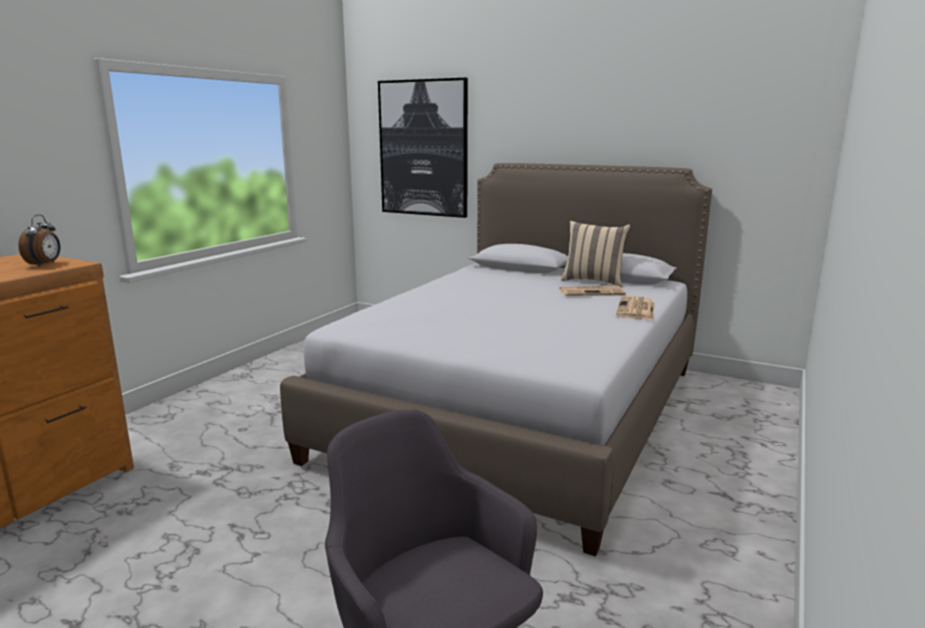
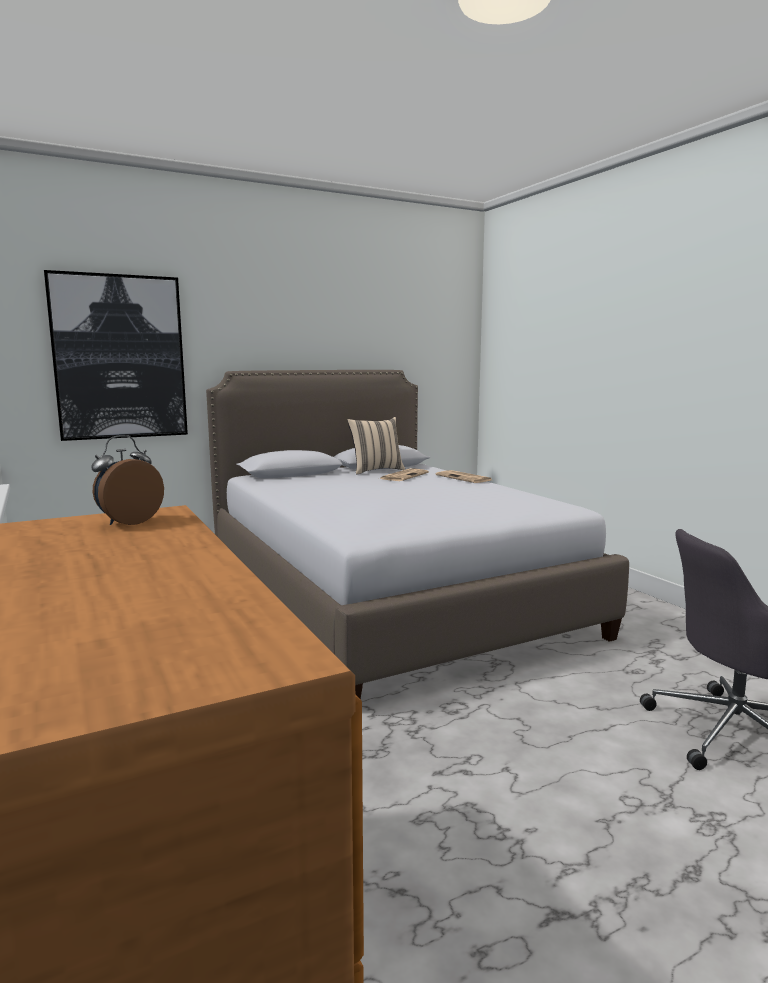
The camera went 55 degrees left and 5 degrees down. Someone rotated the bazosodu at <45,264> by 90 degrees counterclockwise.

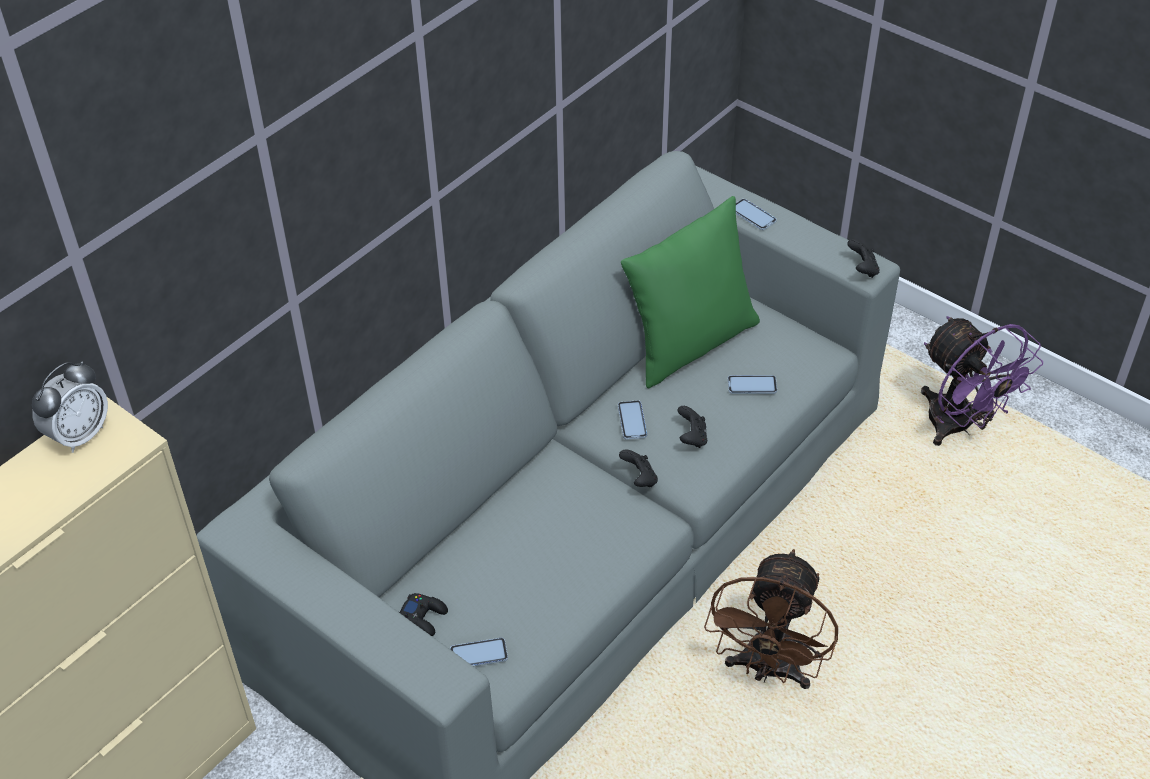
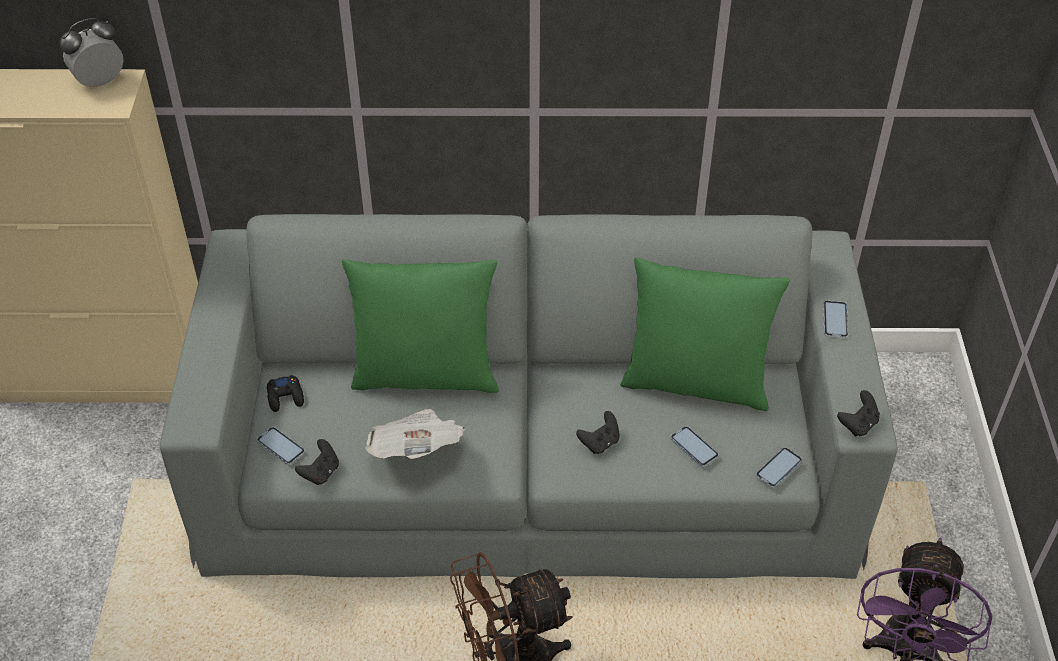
The camera went 50 degrees right and 0 degrees up. Someone rotated the bazosodu at <79,435> by 150 degrees clockwise. Someone carried the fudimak from <632,421> to <778,468>. Someone carried the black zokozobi from <639,479> to <320,472>. Someone put down the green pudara at <426,375>. Someone put down the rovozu at <416,451>.

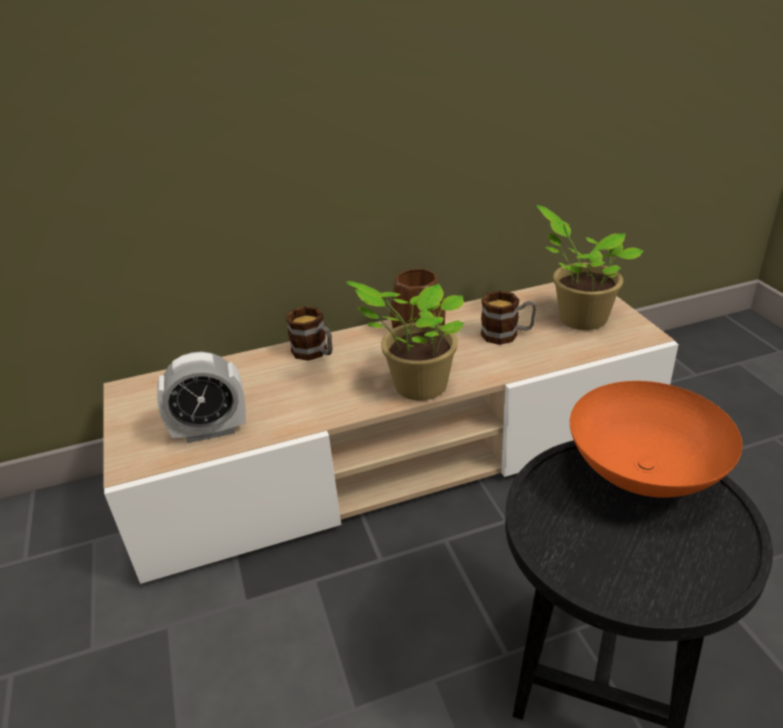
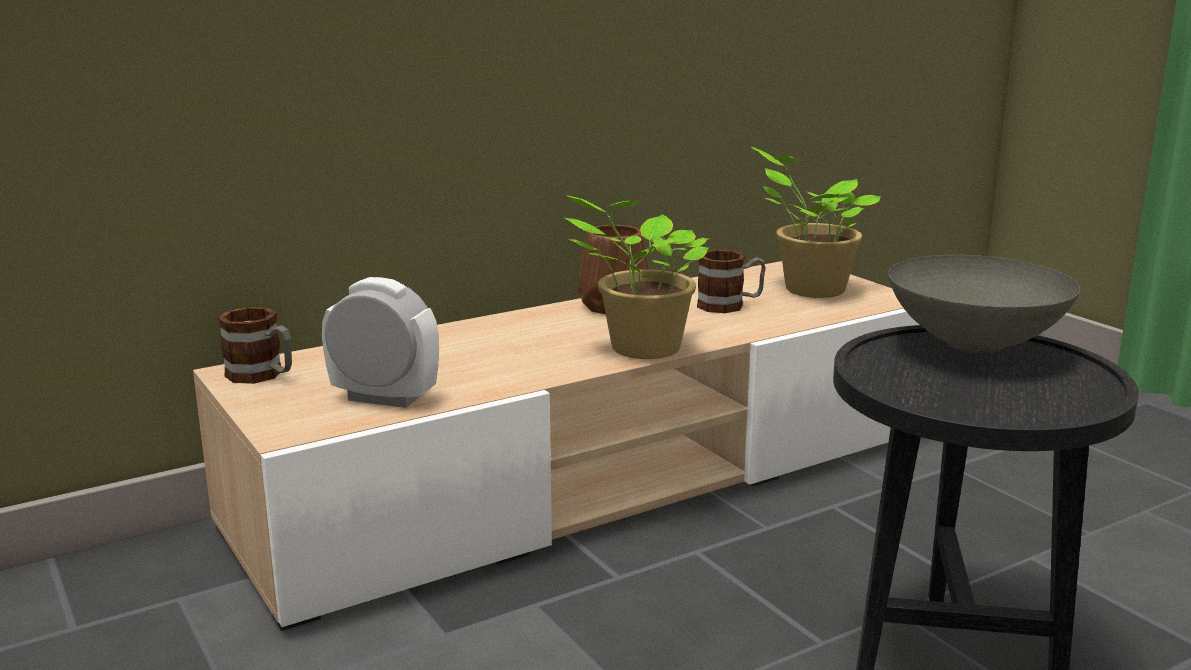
The camera went 15 degrees left and 15 degrees down. Someone rotated the bazosodu at <210,430> by 135 degrees counterclockwise. Someone carried the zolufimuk from <315,353> to <262,376>. Someone repainted the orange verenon at <642,474>, which became the grey verenon at <972,344>.

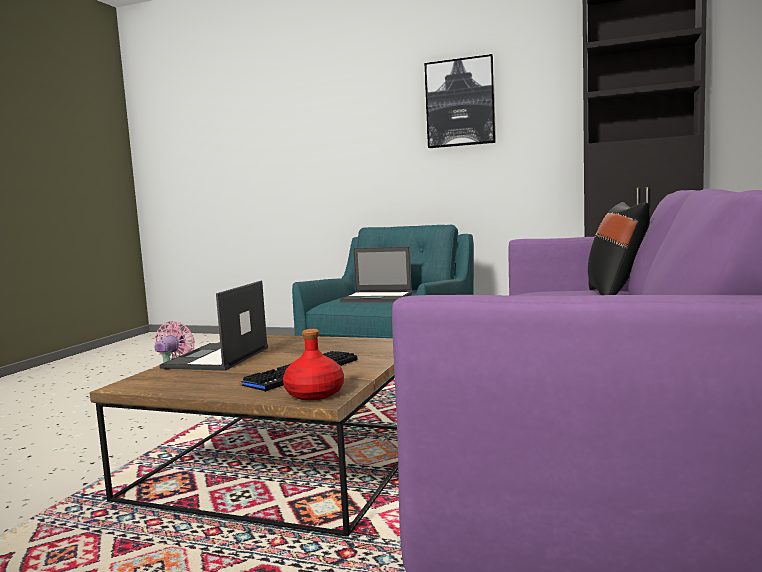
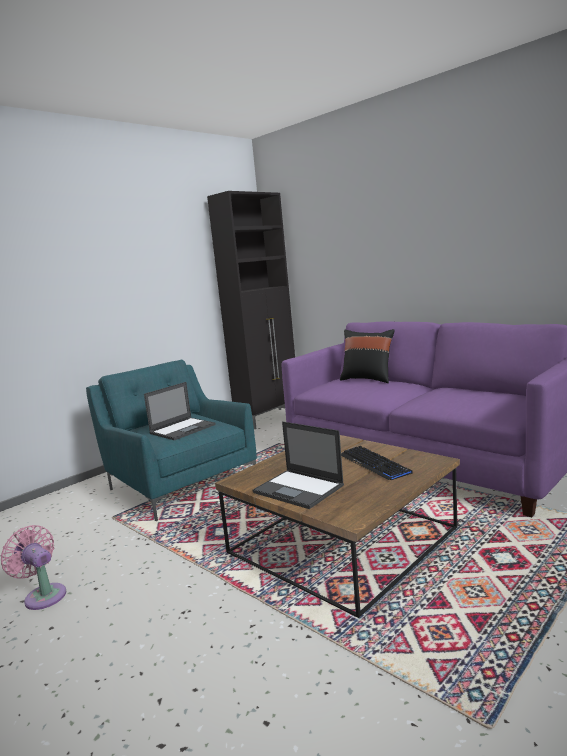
The camera went 65 degrees left and 5 degrees up. Someone took away the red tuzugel at <315,393>. Someone took away the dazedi at <460,103>.

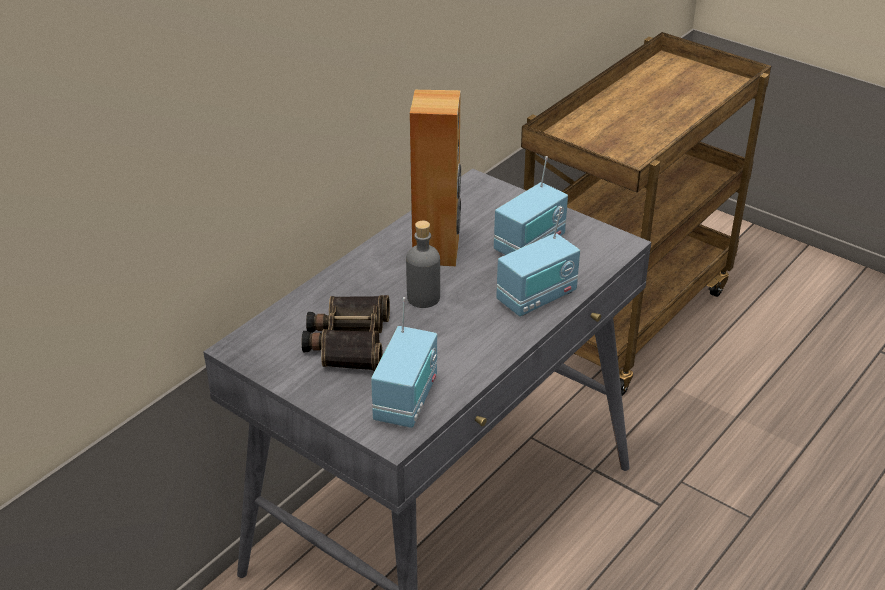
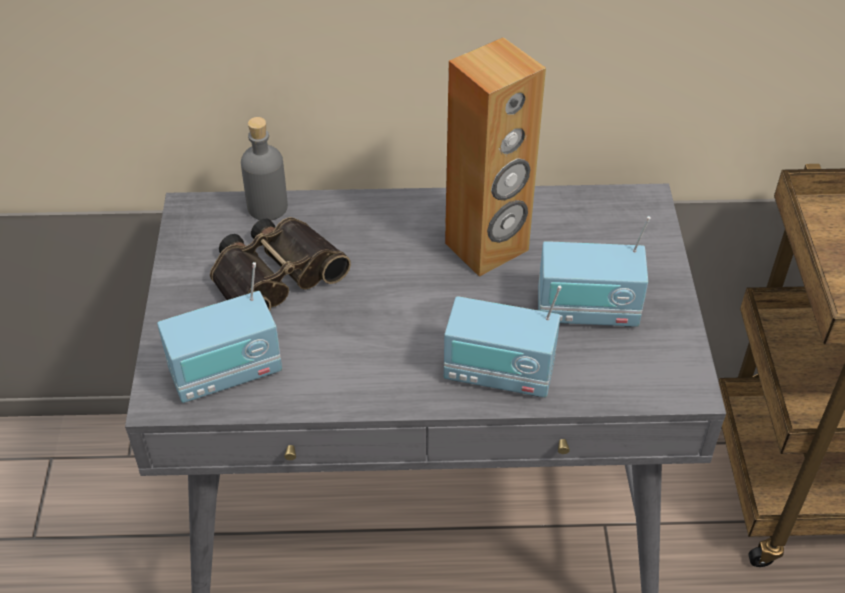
The camera went 50 degrees right and 10 degrees up. Someone carried the grey tuzugel from <423,298> to <267,207>.

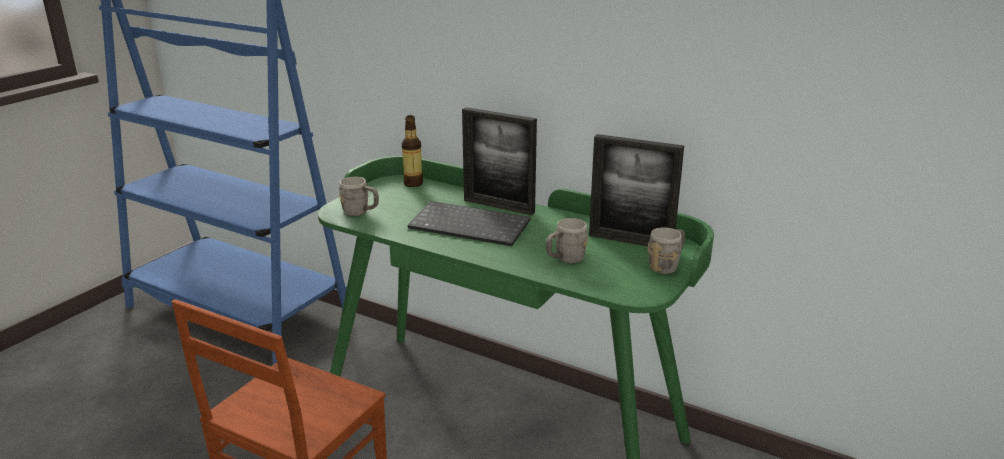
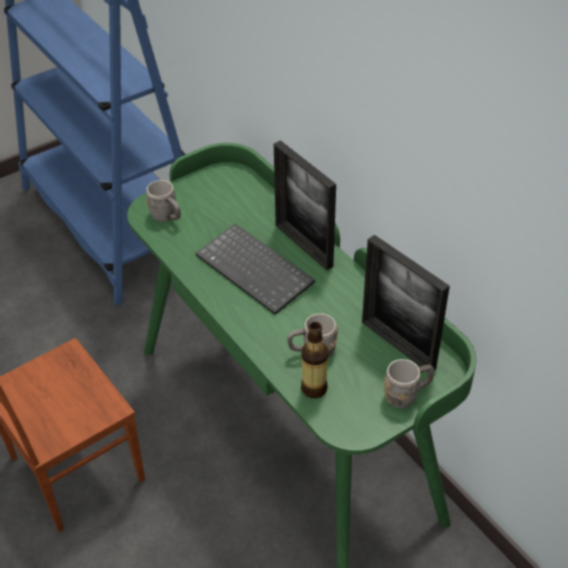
The camera went 25 degrees right and 20 degrees up. Someone carried the tuzugel from <413,183> to <314,388>.

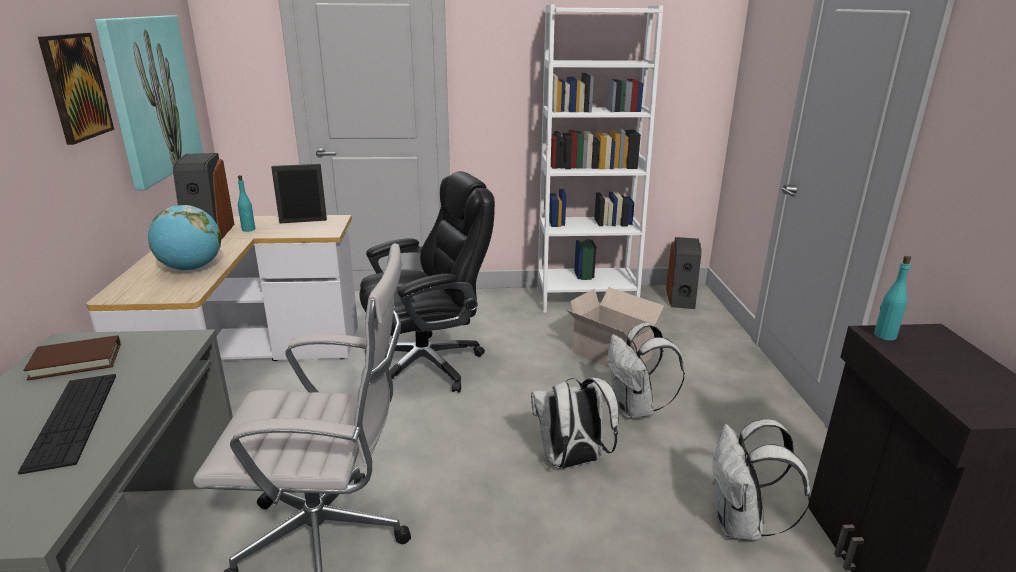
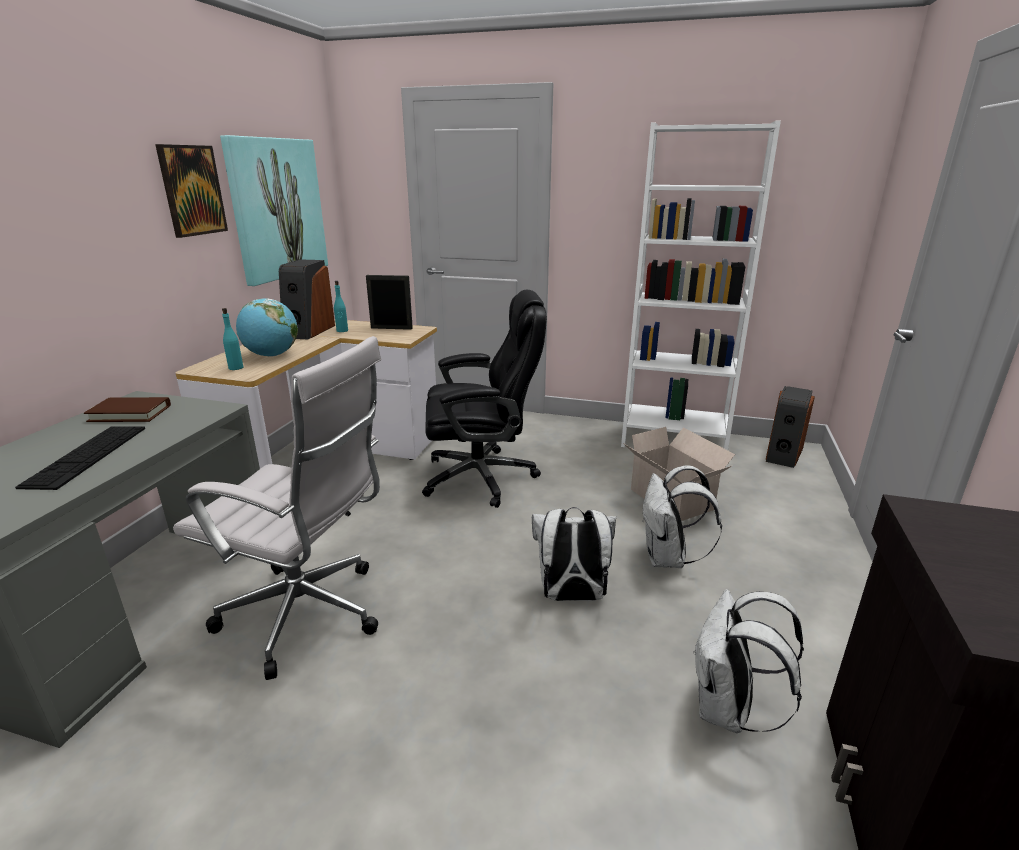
The camera went 20 degrees right and 0 degrees up. Someone carried the turquoise tuzugel from <884,336> to <236,368>.

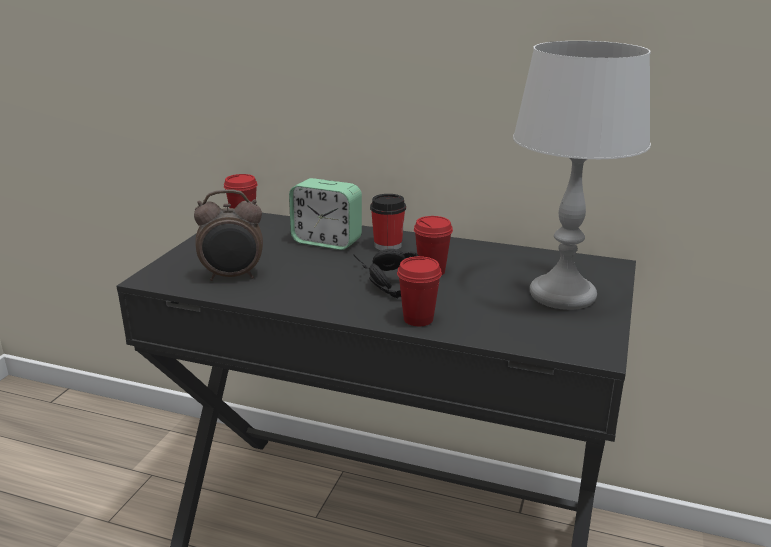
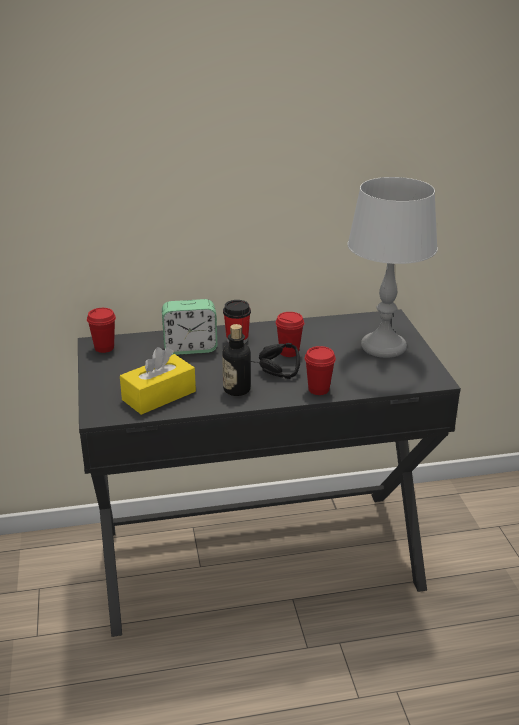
The camera went 30 degrees left and 5 degrees up. Someone swapped the bazosodu at <233,277> for the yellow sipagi at <159,395>. Someone put down the tuzugel at <237,389>.

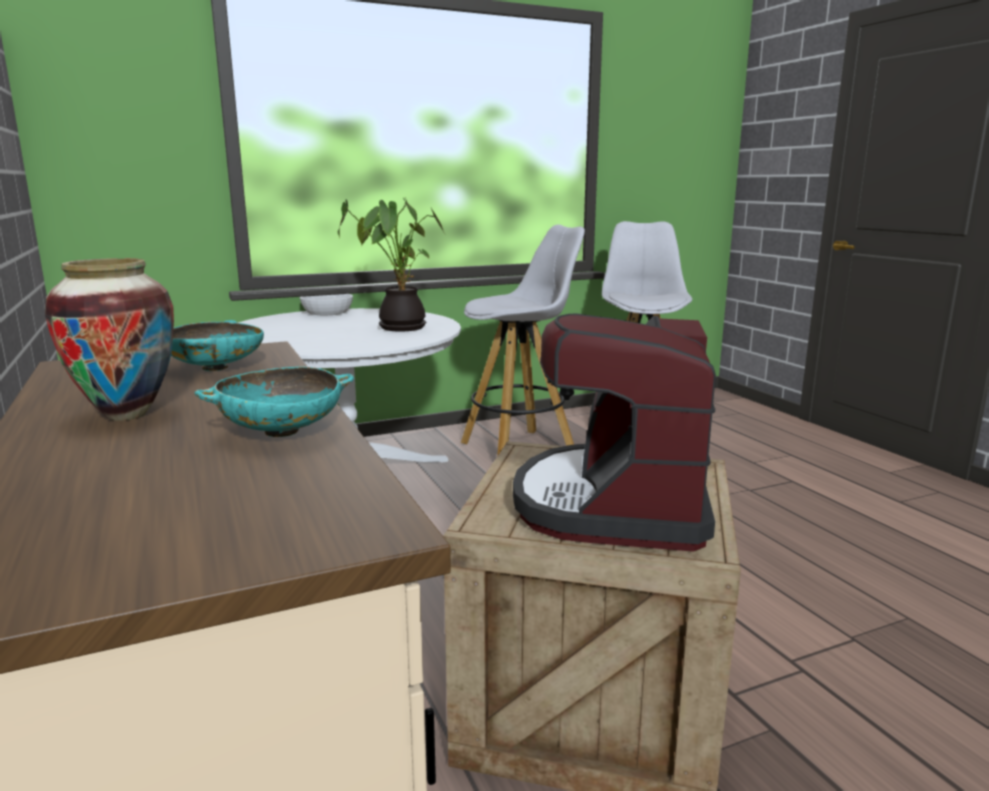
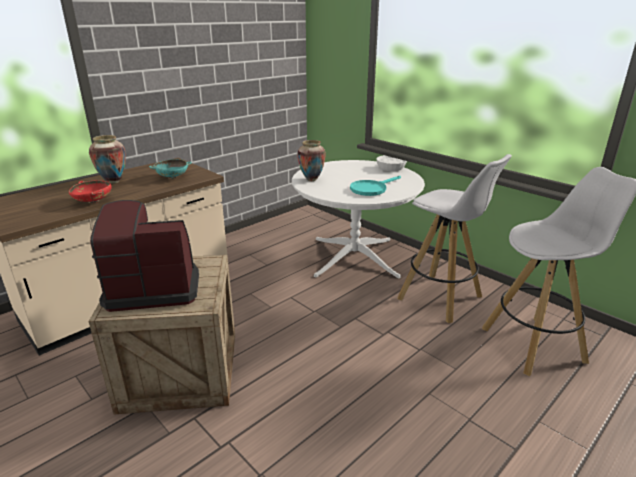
The camera went 70 degrees right and 10 degrees up. Someone repainted the turquoise verenon at <282,432>, which became the red verenon at <93,201>. Someone swapped the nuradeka at <398,327> for the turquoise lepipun at <371,189>. Someone put down the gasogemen at <311,180>.

